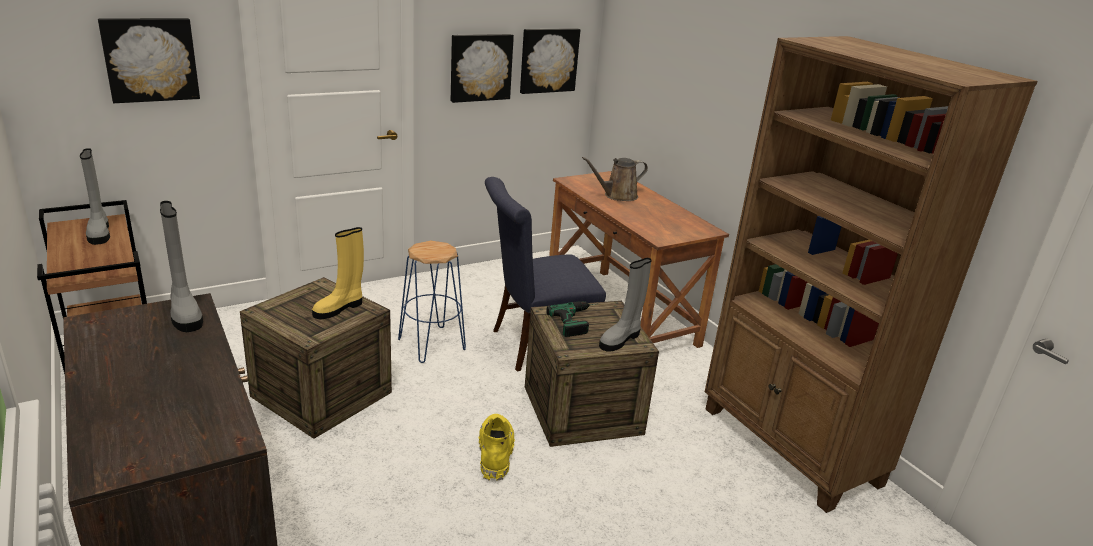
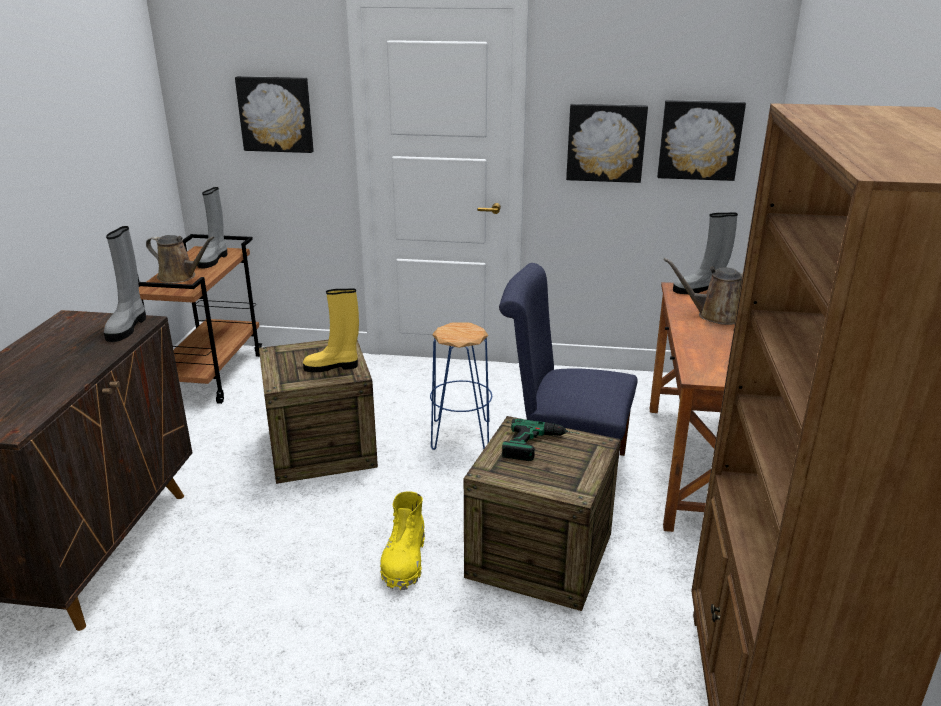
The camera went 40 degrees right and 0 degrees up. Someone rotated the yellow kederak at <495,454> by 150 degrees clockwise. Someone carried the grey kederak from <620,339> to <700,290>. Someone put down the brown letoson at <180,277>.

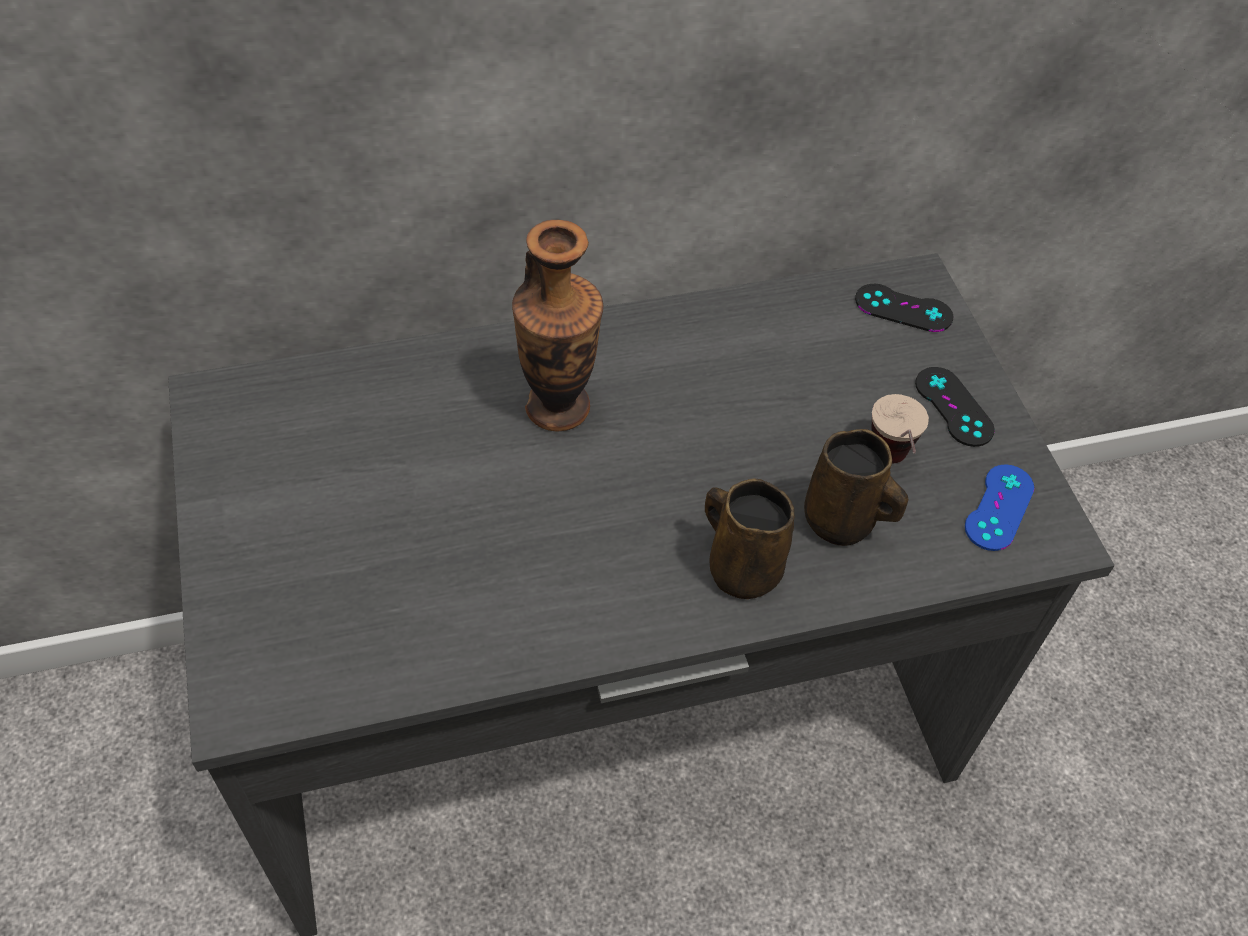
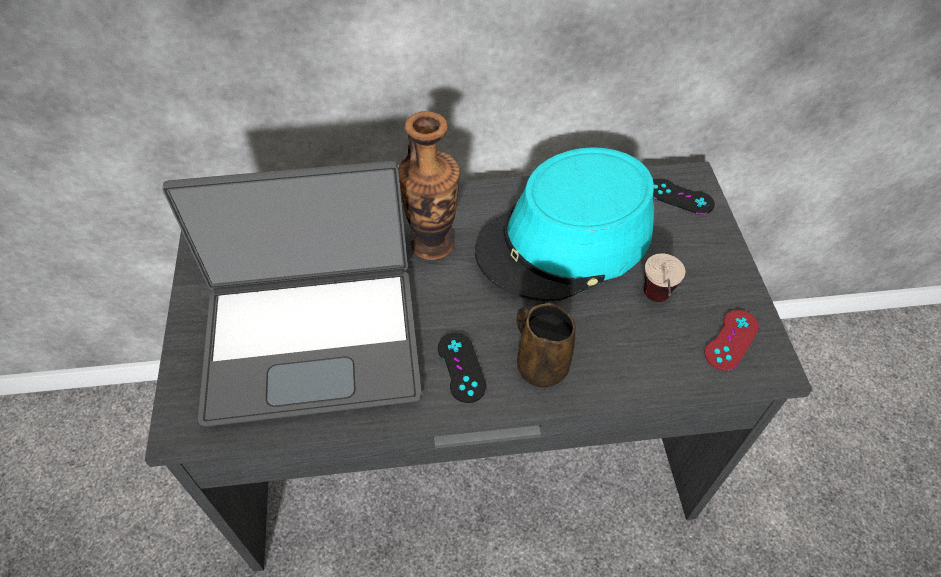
The camera went 10 degrees right and 0 degrees up. Someone took away the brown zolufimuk at <842,523>. Someone carried the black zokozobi from <953,407> to <461,367>. Someone repainted the blue zokozobi at <999,507>, which became the red zokozobi at <731,340>. Someone put down the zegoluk at <313,340>. Someone put down the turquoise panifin at <566,241>.

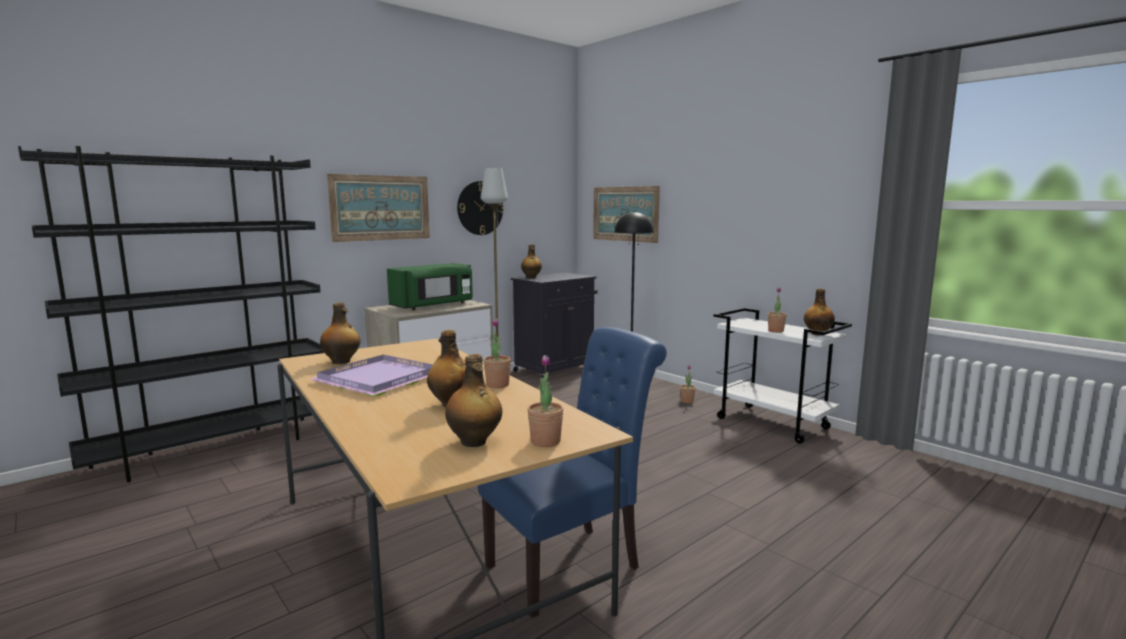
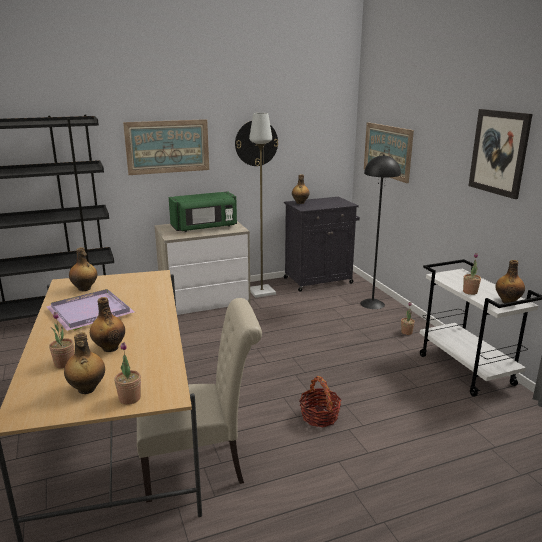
The camera went 20 degrees right and 10 degrees up. Someone repainted the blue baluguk at <571,564>, which became the beige baluguk at <200,467>. Someone carried the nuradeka from <497,385> to <64,363>. Someone put down the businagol at <319,416>. Someone put up the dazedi at <499,152>.

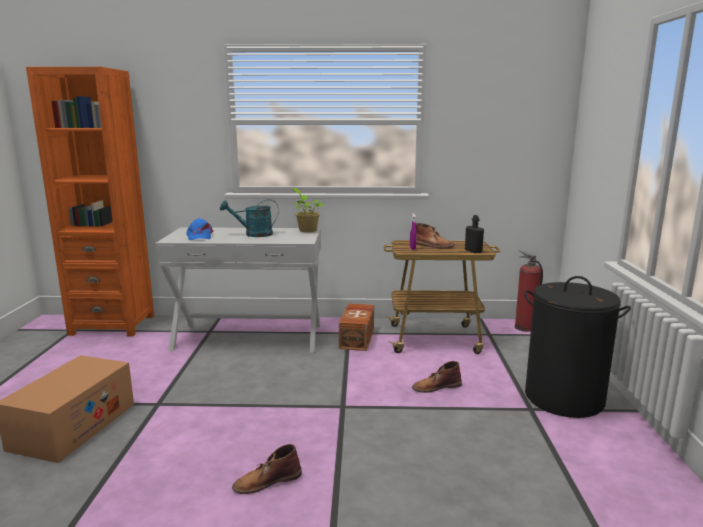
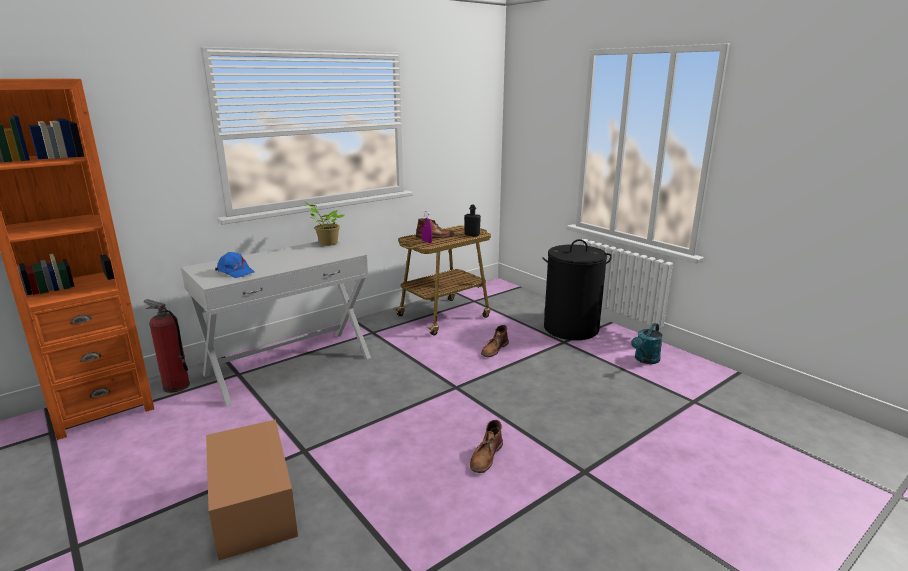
The camera went 40 degrees left and 5 degrees up. Someone carried the turquoise letoson from <253,234> to <645,360>. Someone took away the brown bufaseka at <358,338>. Someone carried the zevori from <525,327> to <176,386>.

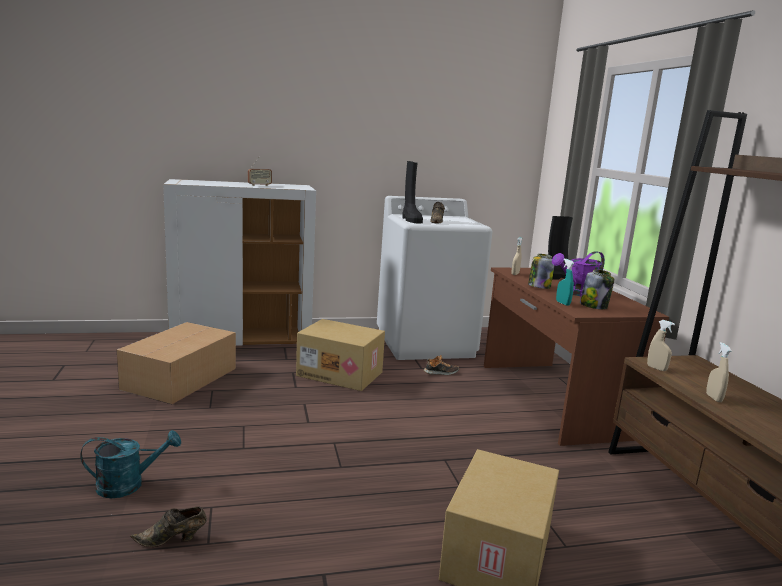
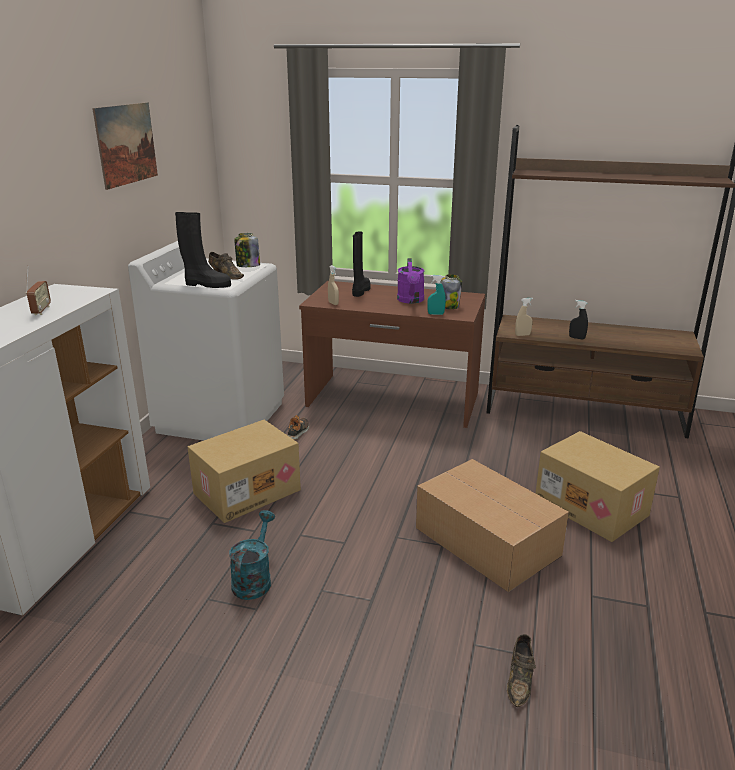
The camera went 60 degrees left and 10 degrees up. Someone carried the turquoise letoson from <129,485> to <254,579>. Someone carried the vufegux from <182,378> to <486,540>. Someone carried the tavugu from <539,286> to <248,266>. Someone repainted the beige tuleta at <714,398>, which became the black tuleta at <576,338>. Someone put up the dazedi at <126,144>.

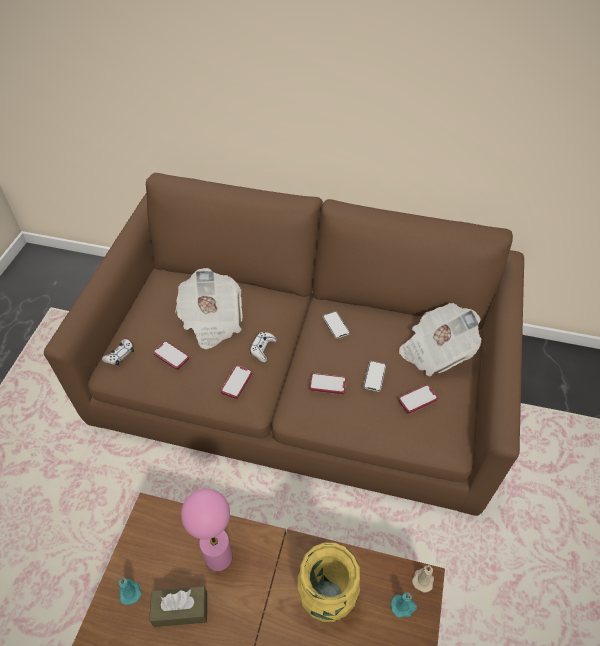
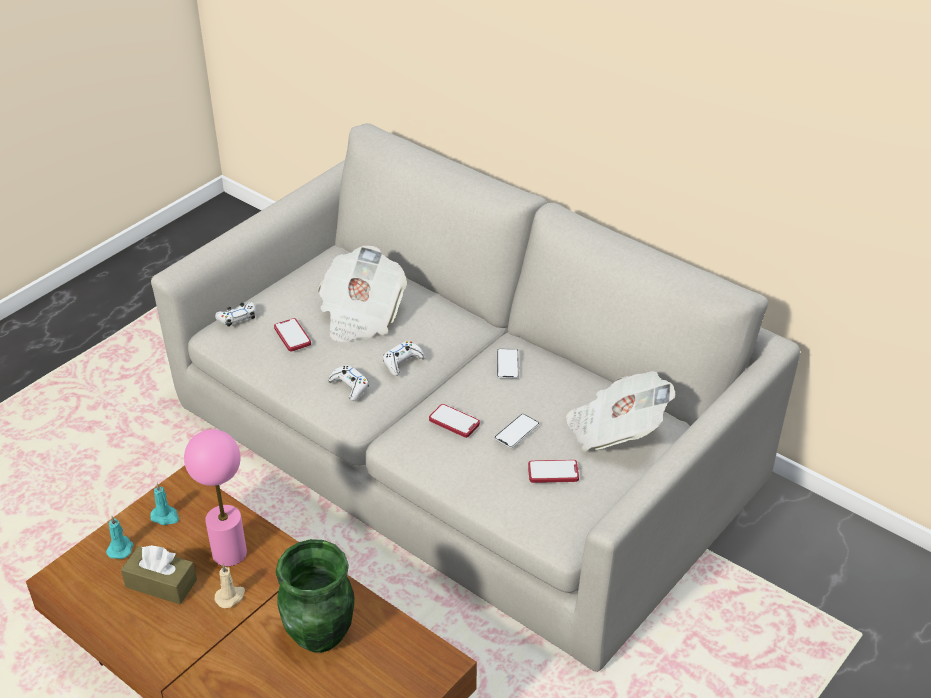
The camera went 25 degrees right and 10 degrees down. Someone repainted the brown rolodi at <301,378>, which became the grey rolodi at <467,445>. Someone swapped the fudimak at <236,382> for the white zokozobi at <349,386>. Someone repainted the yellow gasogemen at <327,599>, which became the green gasogemen at <320,636>. Someone carried the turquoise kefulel from <403,606> to <165,517>. Someone carried the beige kefulel from <423,579> to <230,597>.

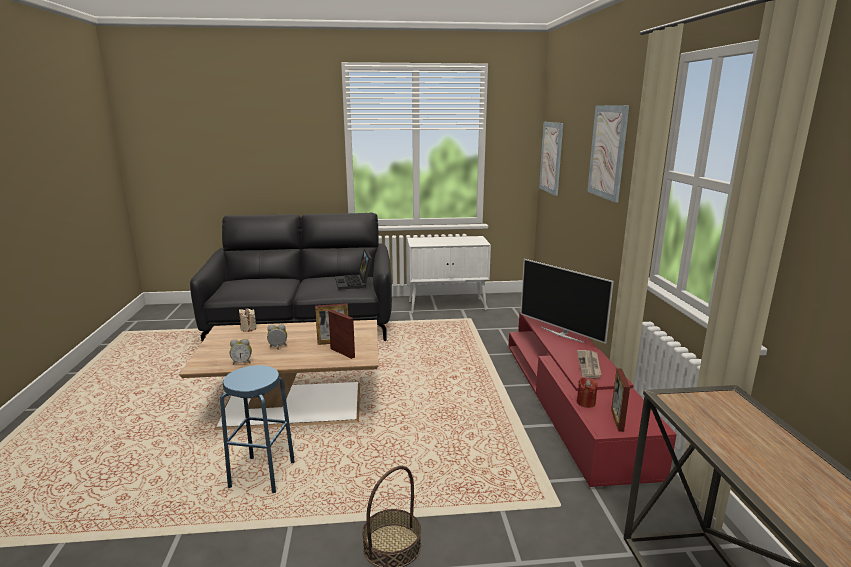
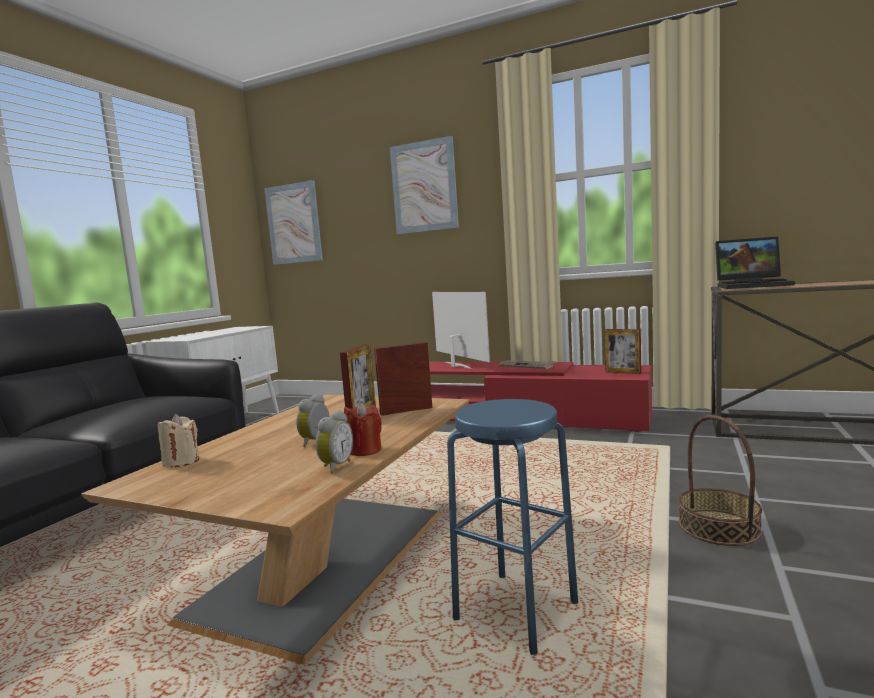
The camera went 60 degrees left and 10 degrees down. Someone carried the zegoluk from <354,283> to <753,285>. Someone rotated the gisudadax at <562,334> by 105 degrees counterclockwise. Someone carried the red kefulel from <585,402> to <364,450>.

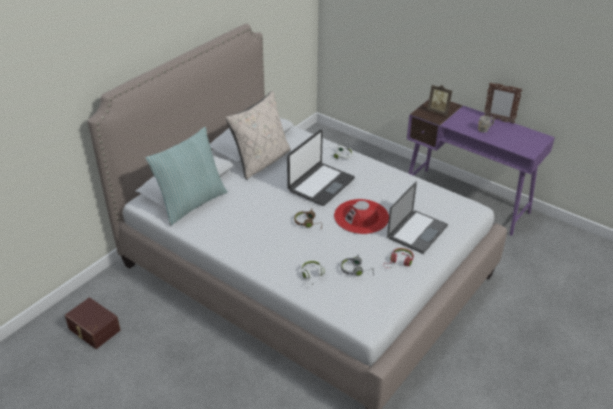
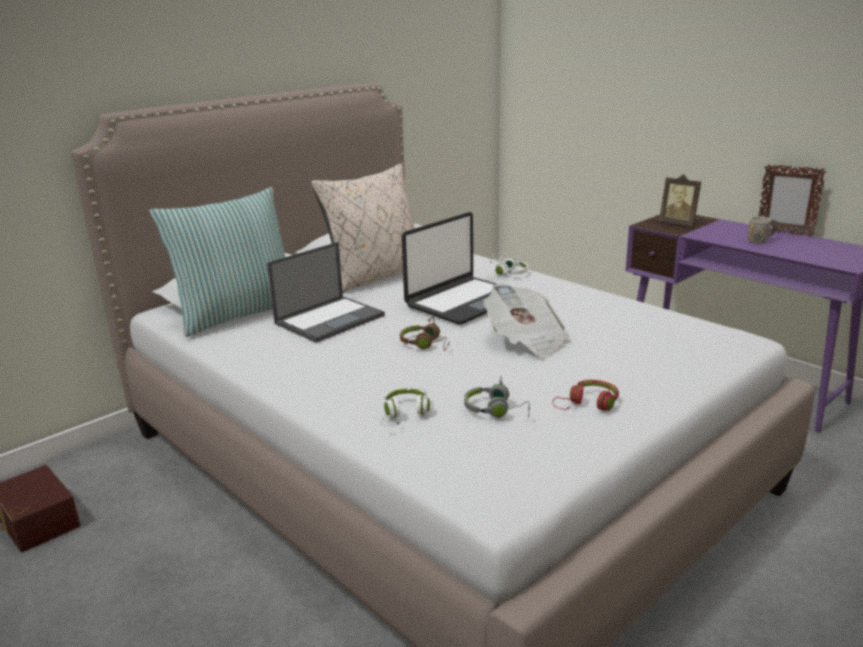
The camera went 10 degrees right and 15 degrees down. Someone swapped the red panifin at <361,217> for the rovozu at <526,341>. Someone carried the zegoluk from <417,231> to <330,319>.

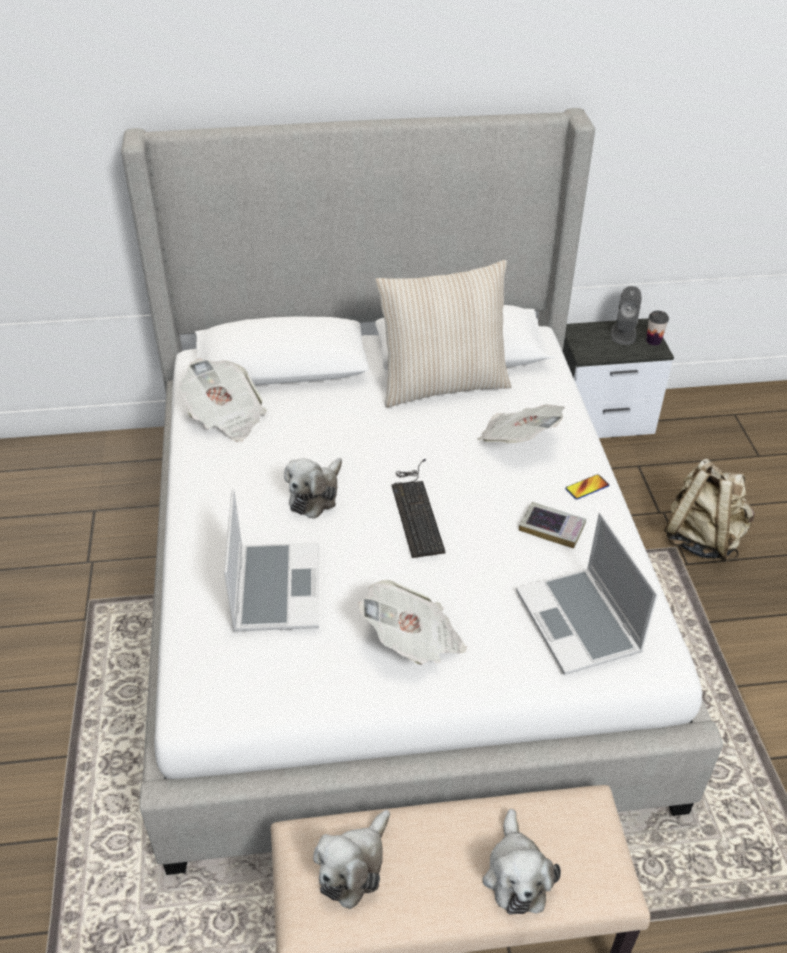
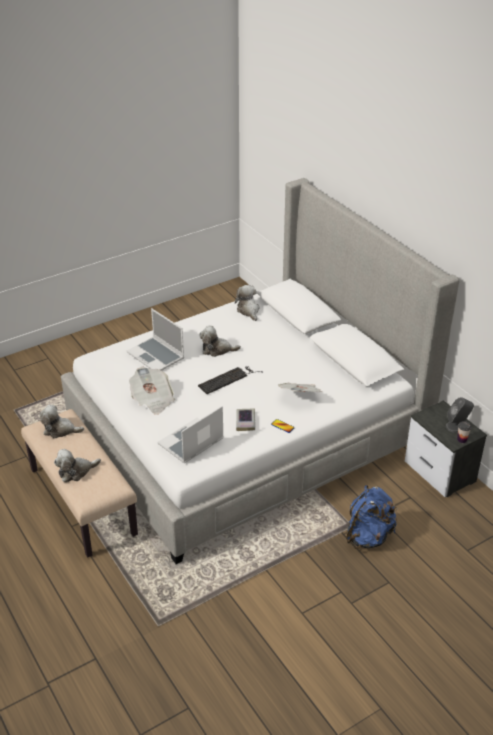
The camera went 65 degrees right and 5 degrees down. Someone swapped the rovozu at <225,417> for the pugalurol at <248,310>. Someone rotated the zegoluk at <275,587> by 75 degrees clockwise. Someone took away the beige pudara at <442,384>. Someone repainted the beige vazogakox at <701,539>, which became the blue vazogakox at <368,536>.

